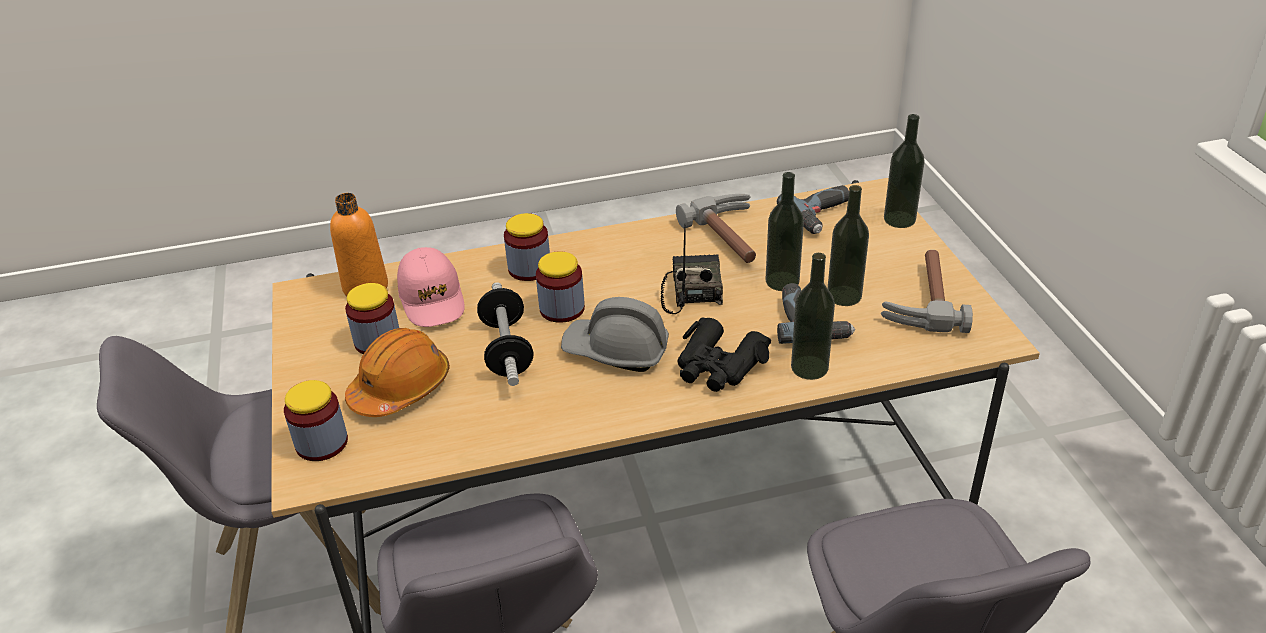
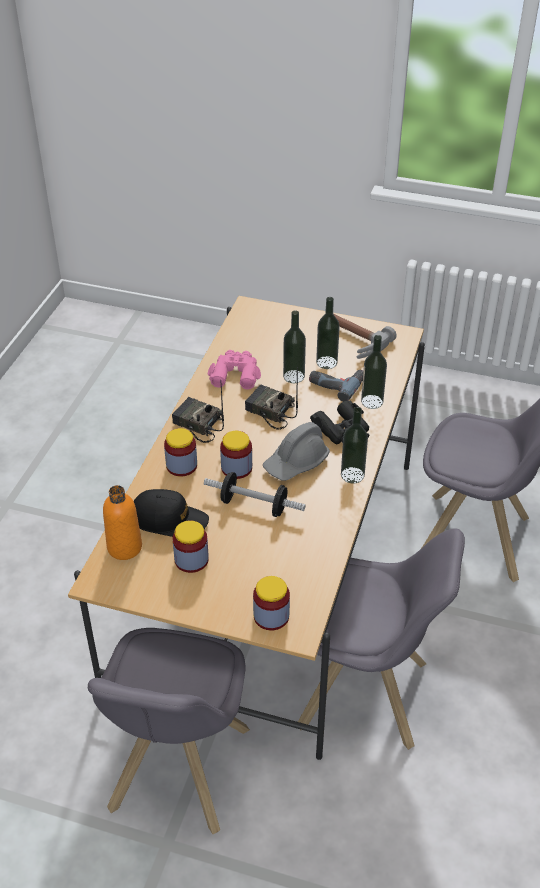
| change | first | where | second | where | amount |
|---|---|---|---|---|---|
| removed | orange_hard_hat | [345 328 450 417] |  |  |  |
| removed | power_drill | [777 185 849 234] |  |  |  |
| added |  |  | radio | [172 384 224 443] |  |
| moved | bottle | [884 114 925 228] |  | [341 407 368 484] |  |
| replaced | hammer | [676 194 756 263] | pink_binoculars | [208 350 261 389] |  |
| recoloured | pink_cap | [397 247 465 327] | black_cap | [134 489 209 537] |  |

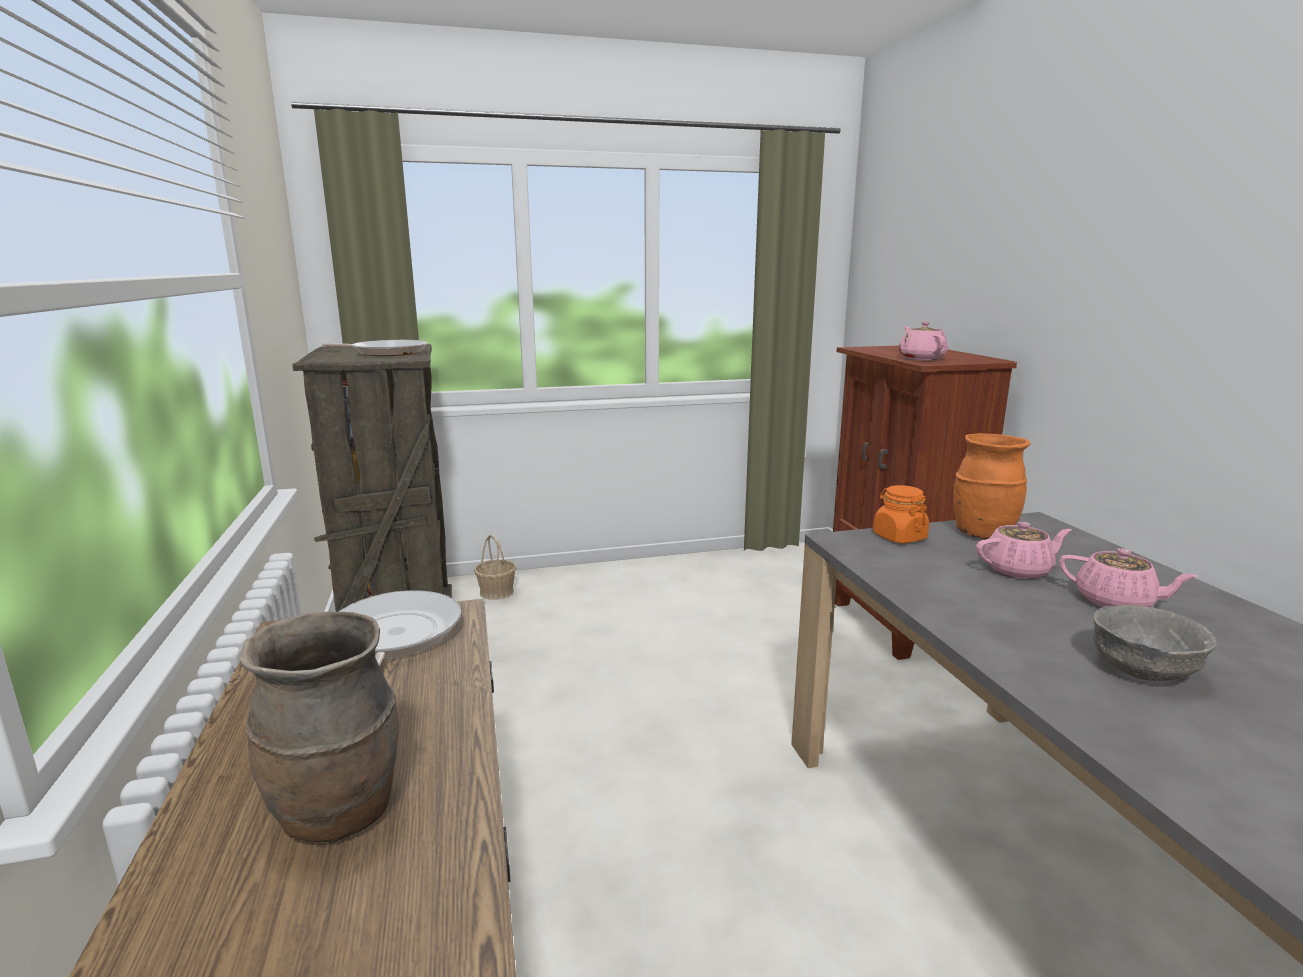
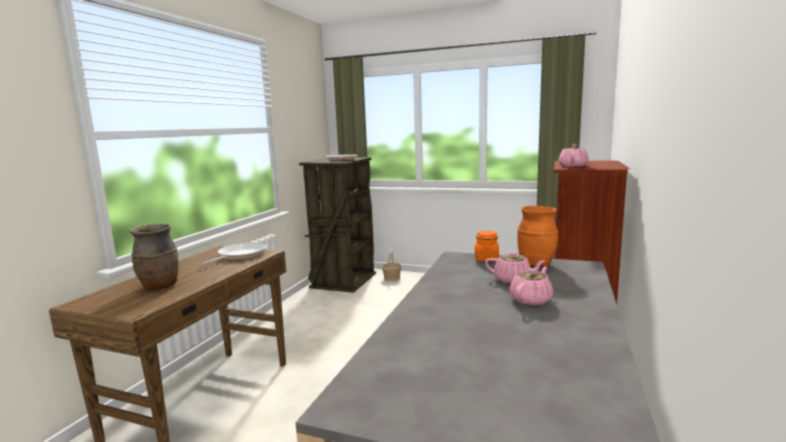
| change | first | where | second | where | amount |
|---|---|---|---|---|---|
| removed | grey_bowl | [1093 605 1217 681] |  |  |  |
| turned | pink_teapot | [1059 548 1198 607] |  | [509 266 553 305] | 120 degrees counterclockwise |

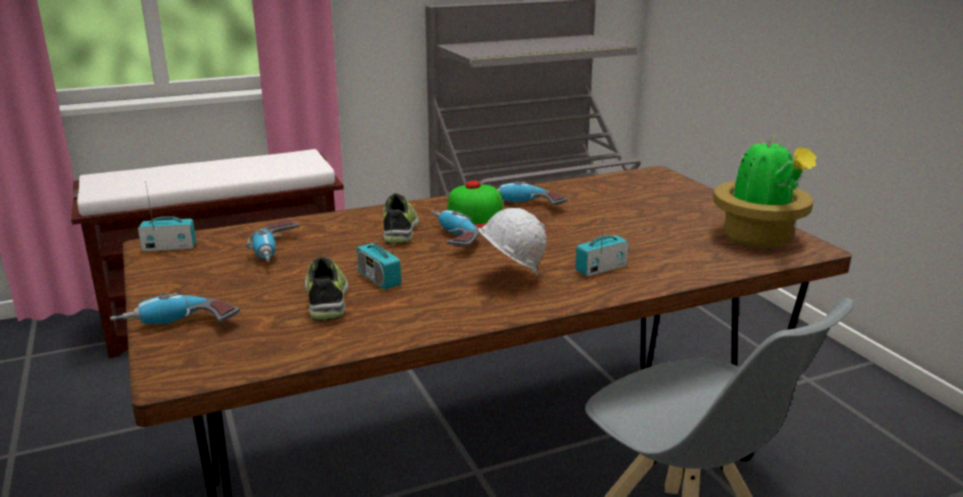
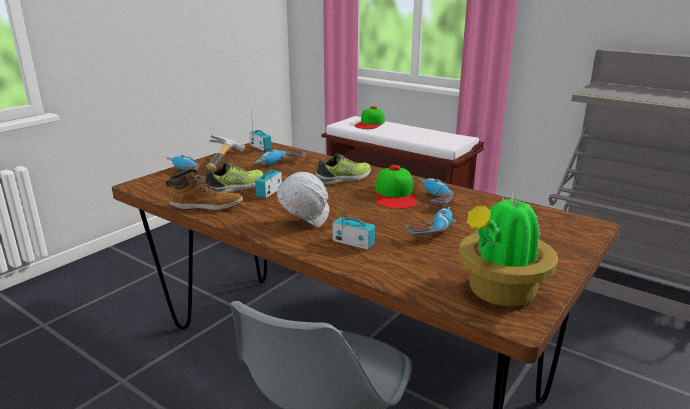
| change | first | where | second | where | amount |
|---|---|---|---|---|---|
| added |  |  | boot | [166 169 243 211] |  |
| added |  |  | hammer | [206 135 246 170] |  |
| added |  |  | cap | [355 106 385 129] |  |
| moved | power_drill | [431 210 479 247] |  | [405 207 456 235] |  |

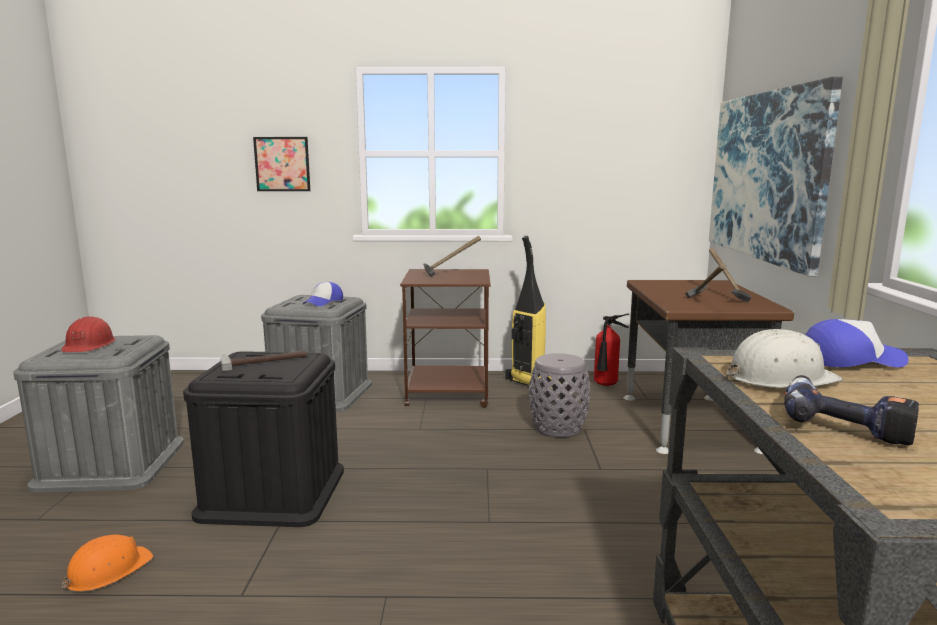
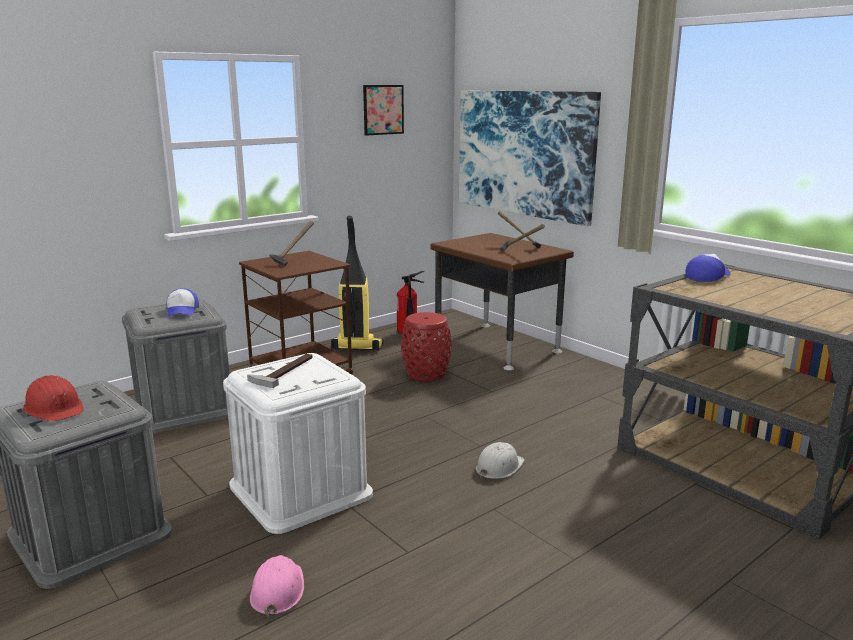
| change | first | where | second | where | amount |
|---|---|---|---|---|---|
| removed | power_drill | [784 375 919 445] |  |  |  |
| moved | picture | [253 137 310 191] |  | [363 85 404 136] |  |
| moved | white_hard_hat | [726 329 843 388] |  | [476 442 524 479] |  |
| recoloured | orange_hard_hat | [61 535 153 592] | pink_hard_hat | [250 555 304 618] |  |
| recoloured | black_storage_box | [183 351 344 527] | white_storage_box | [223 353 373 534] |  |
| recoloured | grey_stool | [529 353 591 438] | red_stool | [401 312 452 382] |  |

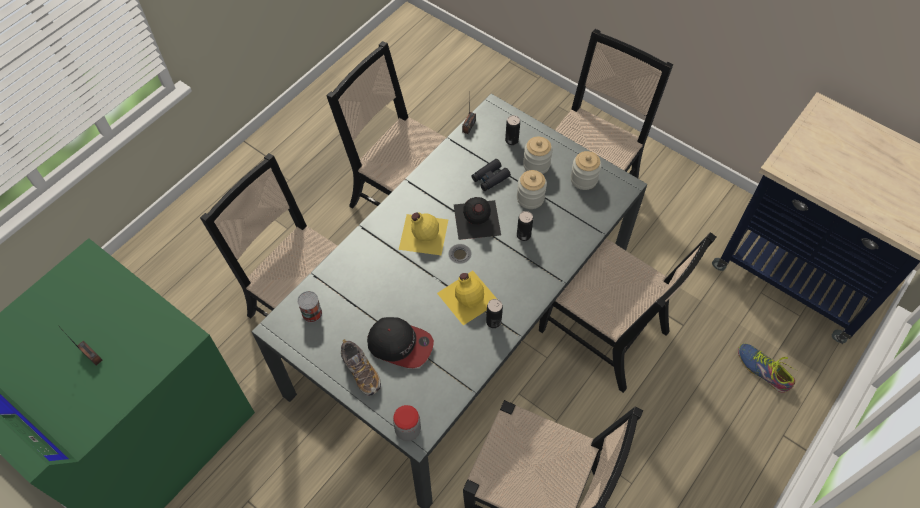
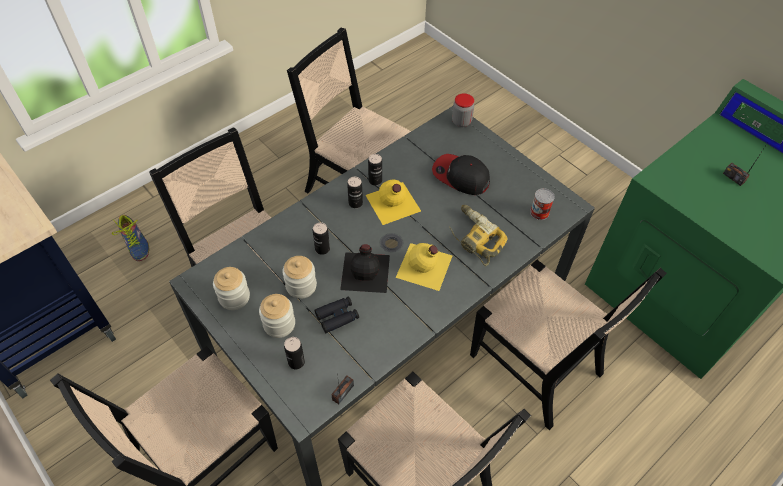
| change | first | where | second | where | amount |
|---|---|---|---|---|---|
| removed | shoe | [341 339 381 396] |  |  |  |
| added |  |  | can | [347 177 363 208] |  |
| added |  |  | power_drill | [449 205 508 266] |  |

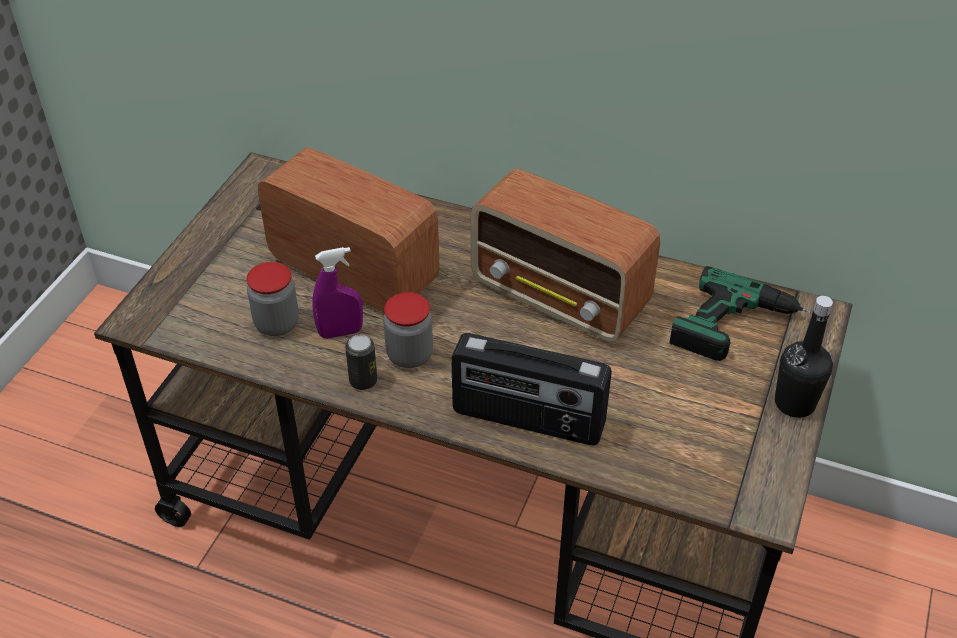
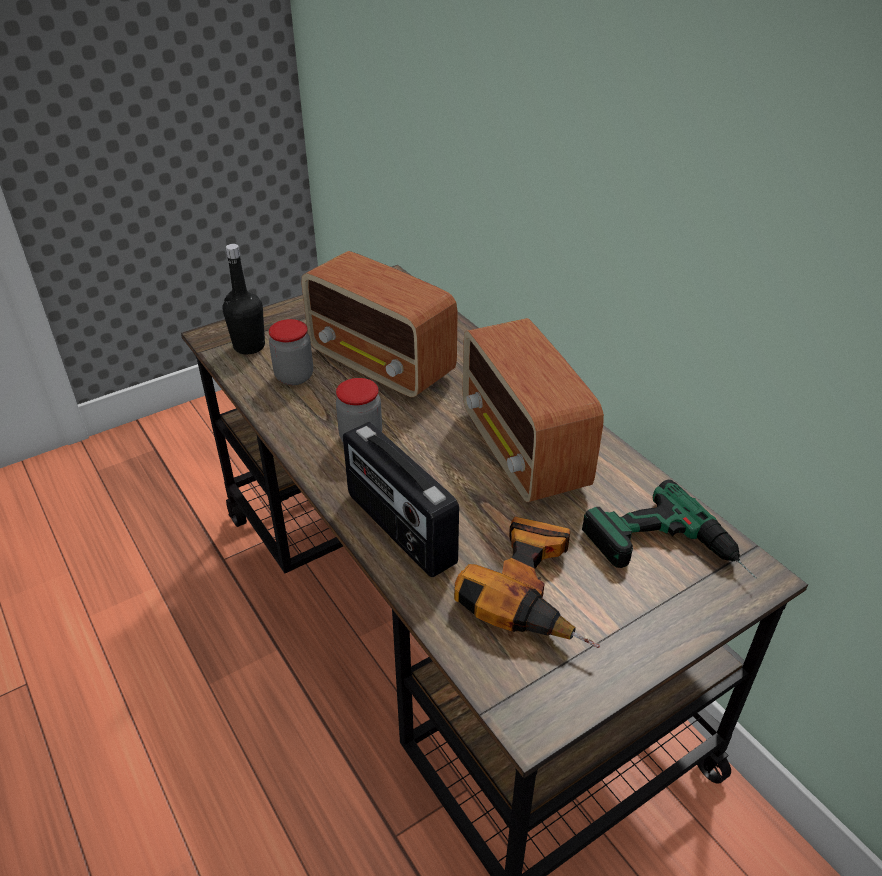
| change | first | where | second | where | amount |
|---|---|---|---|---|---|
| removed | purple_spray_bottle | [312 247 363 339] |  |  |  |
| removed | can | [345 334 377 390] |  |  |  |
| added |  |  | power_drill | [454 517 600 648] |  |
| moved | black_bottle | [775 296 833 418] |  | [222 244 265 354] |  |
| turned | radio | [258 147 440 313] |  | [302 251 458 399] | 150 degrees clockwise |

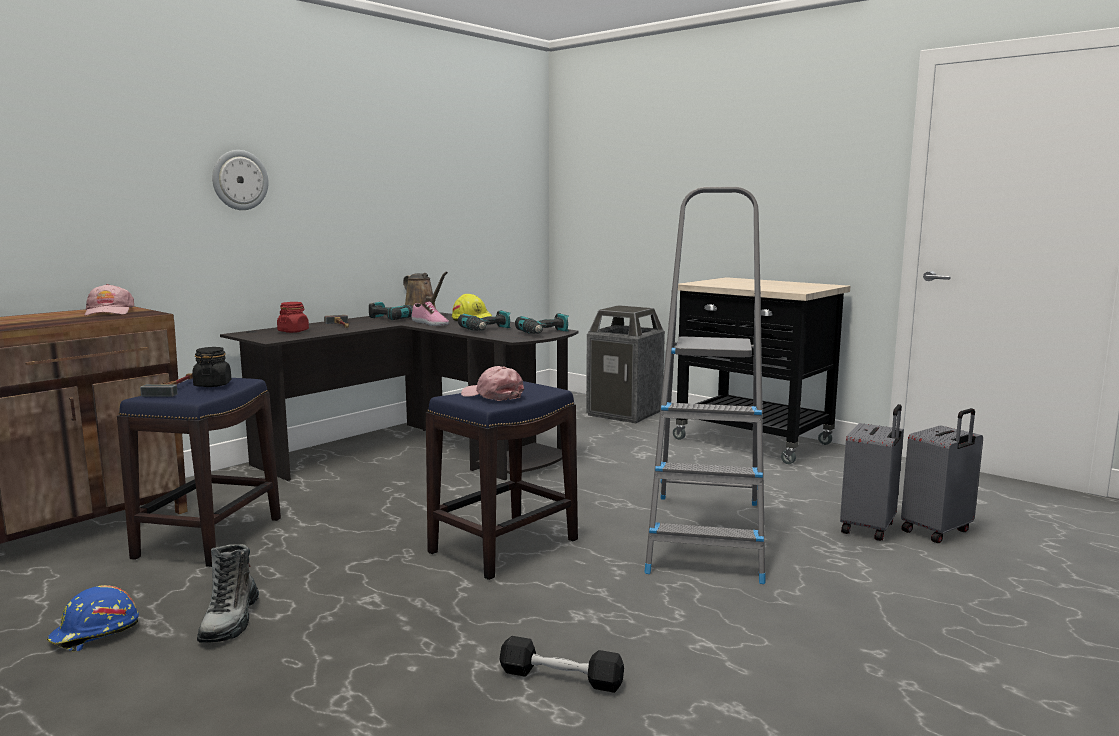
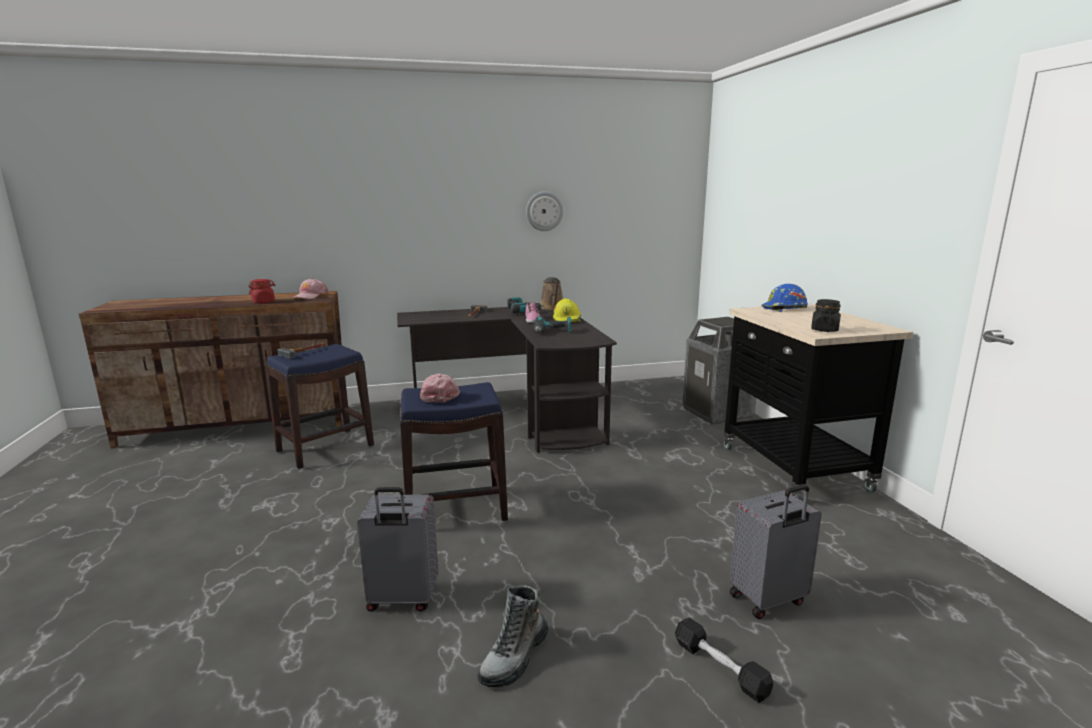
| change | first | where | second | where | amount |
|---|---|---|---|---|---|
| removed | power_drill | [515 313 569 334] |  |  |  |
| removed | grey_step_ladder | [645 187 765 584] |  |  |  |
| moved | blue_hard_hat | [47 585 139 652] |  | [761 284 808 312] |  |
| moved | black_jar | [192 347 231 387] |  | [811 299 841 332] |  |
| moved | boot | [197 544 259 643] |  | [477 585 548 687] |  |
| moved | wall_clock | [212 150 269 210] |  | [526 192 563 231] |  |
| moved | red_jar | [277 302 309 333] |  | [249 279 276 303] |  |
| moved | black_dumbbell | [499 636 624 693] |  | [675 618 773 703] |  |
| moved | grey_suitcase | [901 408 983 543] |  | [357 487 439 611] |  |

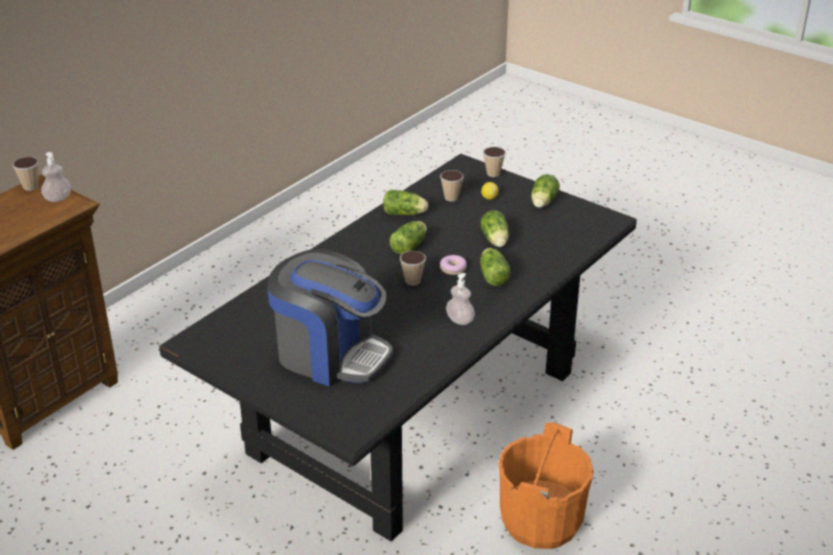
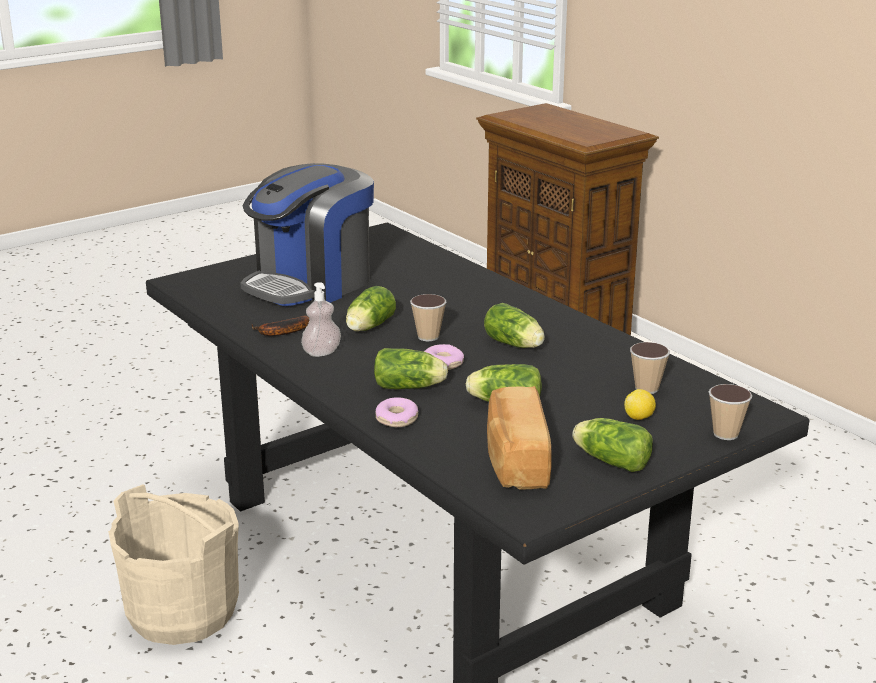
| change | first | where | second | where | amount |
|---|---|---|---|---|---|
| removed | cup | [12 157 39 191] |  |  |  |
| removed | soap_dispenser | [41 152 71 202] |  |  |  |
| added |  |  | banana | [252 315 309 336] |  |
| added |  |  | donut | [375 397 418 427] |  |
| added |  |  | bread | [487 386 552 490] |  |
| moved | lettuce | [383 190 428 215] |  | [346 286 396 331] |  |
| recoloured | orange_bucket | [498 423 594 549] | beige_bucket | [108 484 239 645] |  |

